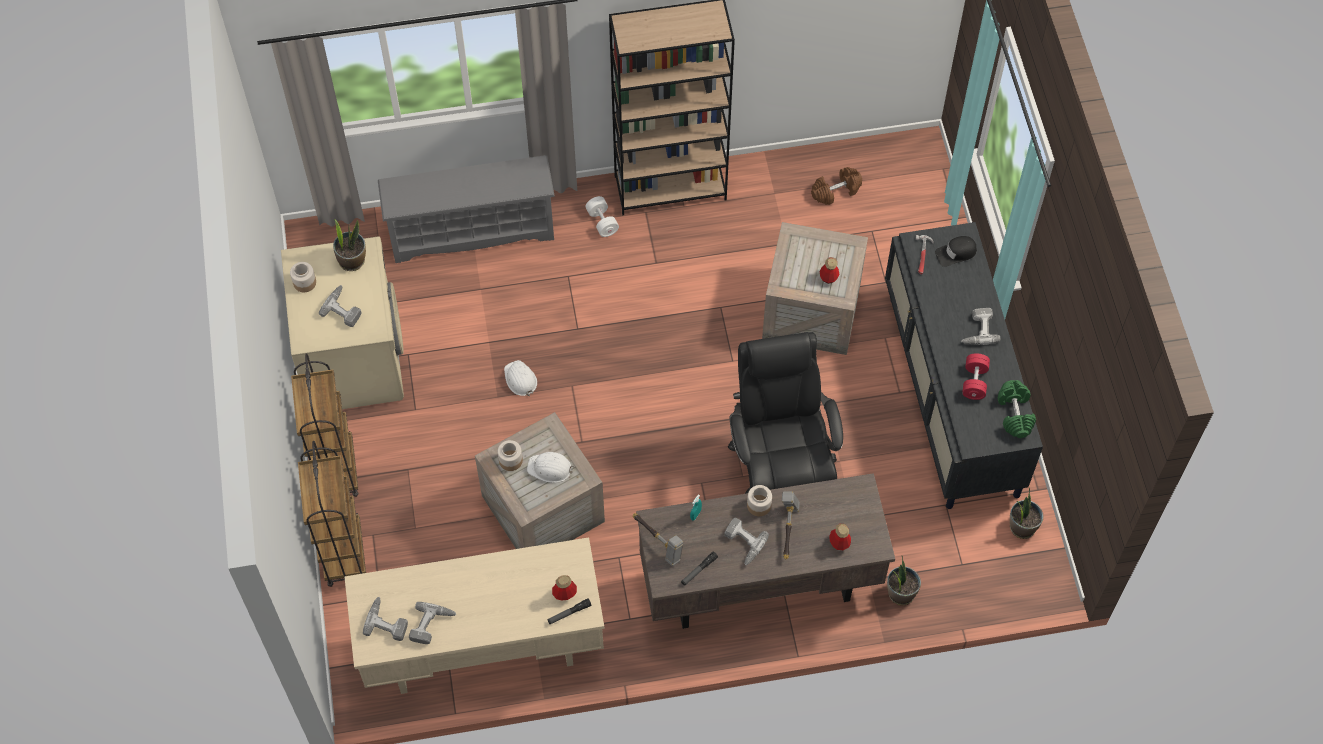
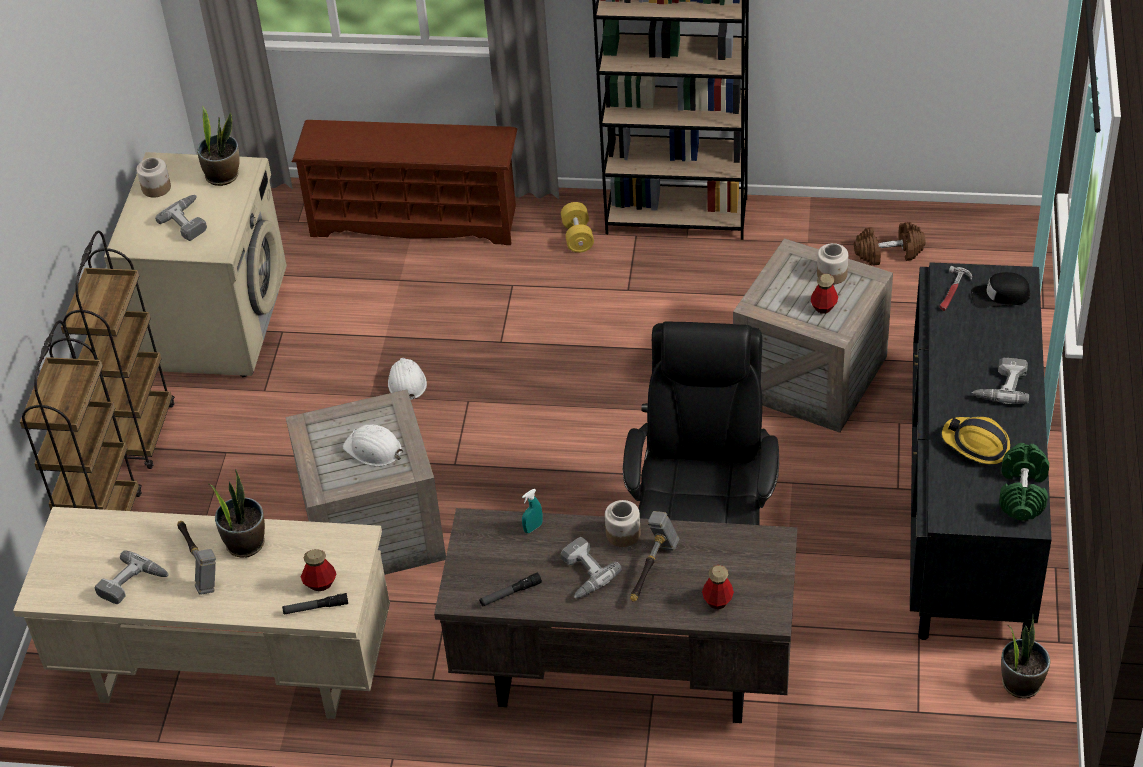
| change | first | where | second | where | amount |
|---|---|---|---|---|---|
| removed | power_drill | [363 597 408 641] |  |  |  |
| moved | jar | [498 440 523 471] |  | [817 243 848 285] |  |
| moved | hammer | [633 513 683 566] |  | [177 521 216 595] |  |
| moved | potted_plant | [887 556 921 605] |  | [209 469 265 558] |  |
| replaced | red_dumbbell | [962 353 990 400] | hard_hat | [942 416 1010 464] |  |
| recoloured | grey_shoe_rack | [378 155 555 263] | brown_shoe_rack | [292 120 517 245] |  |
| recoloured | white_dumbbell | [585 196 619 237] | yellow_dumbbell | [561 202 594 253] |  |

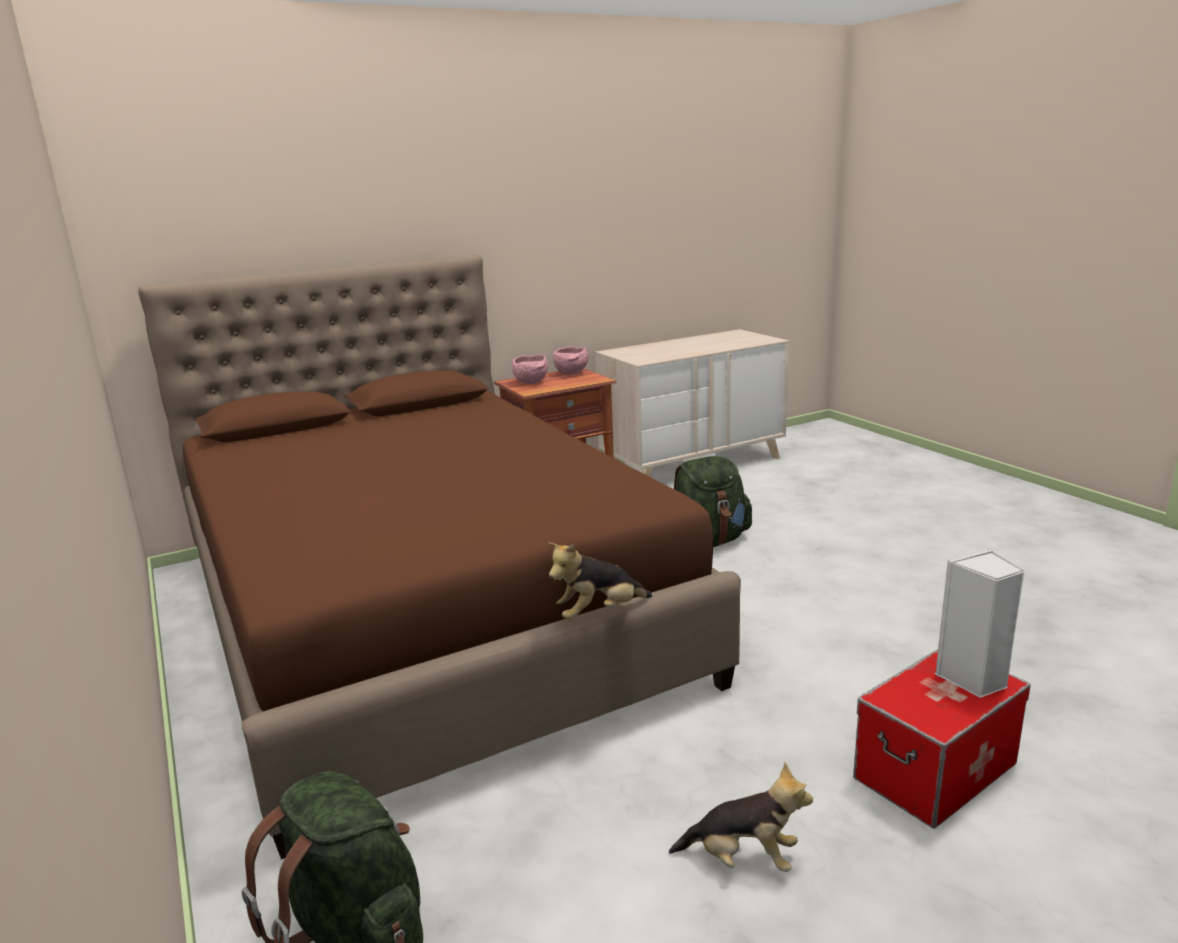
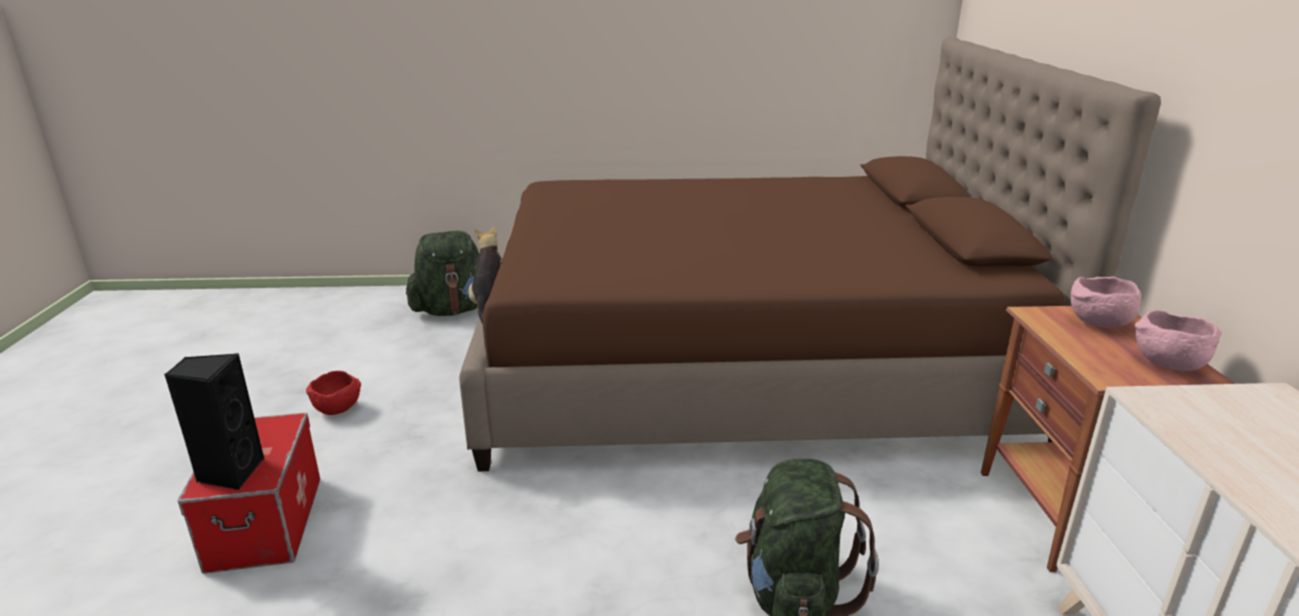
| change | first | where | second | where | amount |
|---|---|---|---|---|---|
| replaced | plush_toy | [669 763 813 872] | red_bowl | [306 371 361 415] |  |
| recoloured | white_speaker | [935 550 1024 698] | black_speaker | [164 353 265 490] |  |

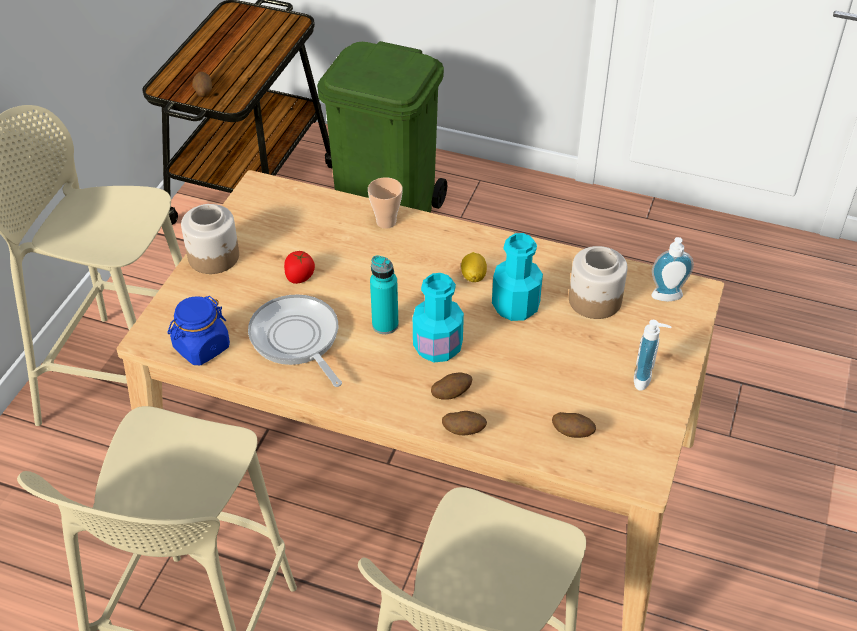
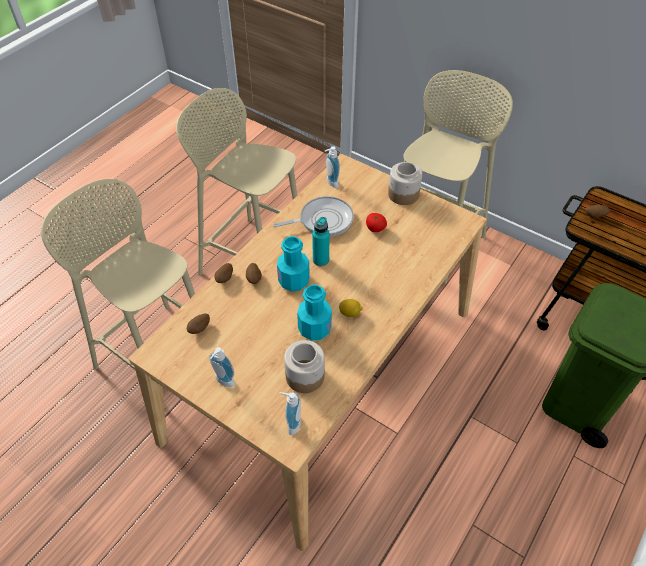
| change | first | where | second | where | amount |
|---|---|---|---|---|---|
| removed | cup | [368 177 403 229] |  |  |  |
| replaced | blue_jar | [167 296 230 365] | soap_dispenser | [325 146 340 188] |  |

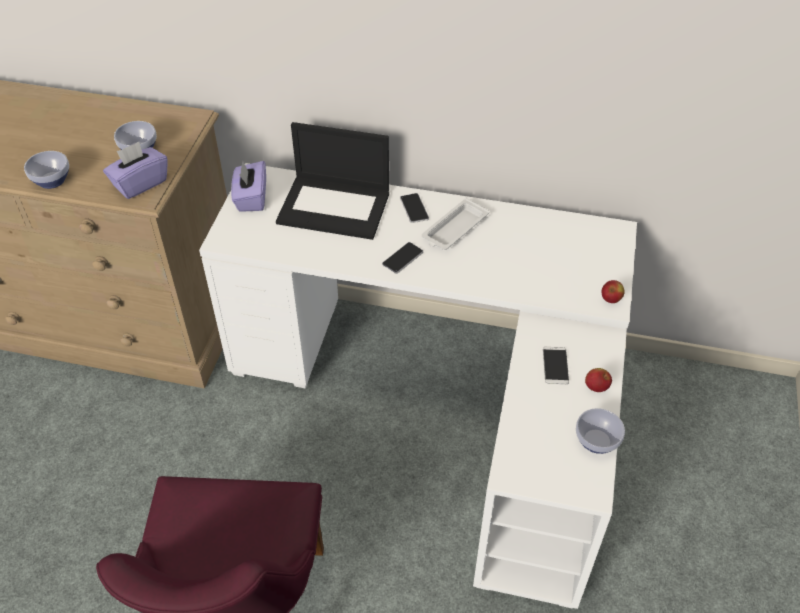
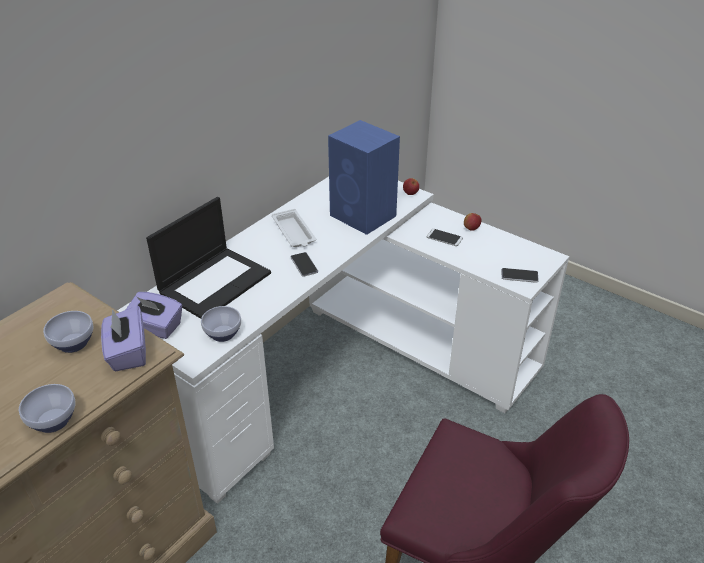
| change | first | where | second | where | amount |
|---|---|---|---|---|---|
| added |  |  | blue_speaker | [328 120 400 235] |  |
| moved | phone | [400 193 429 223] |  | [502 268 539 283] |  |
| moved | bowl | [576 408 625 454] |  | [201 306 241 342] |  |

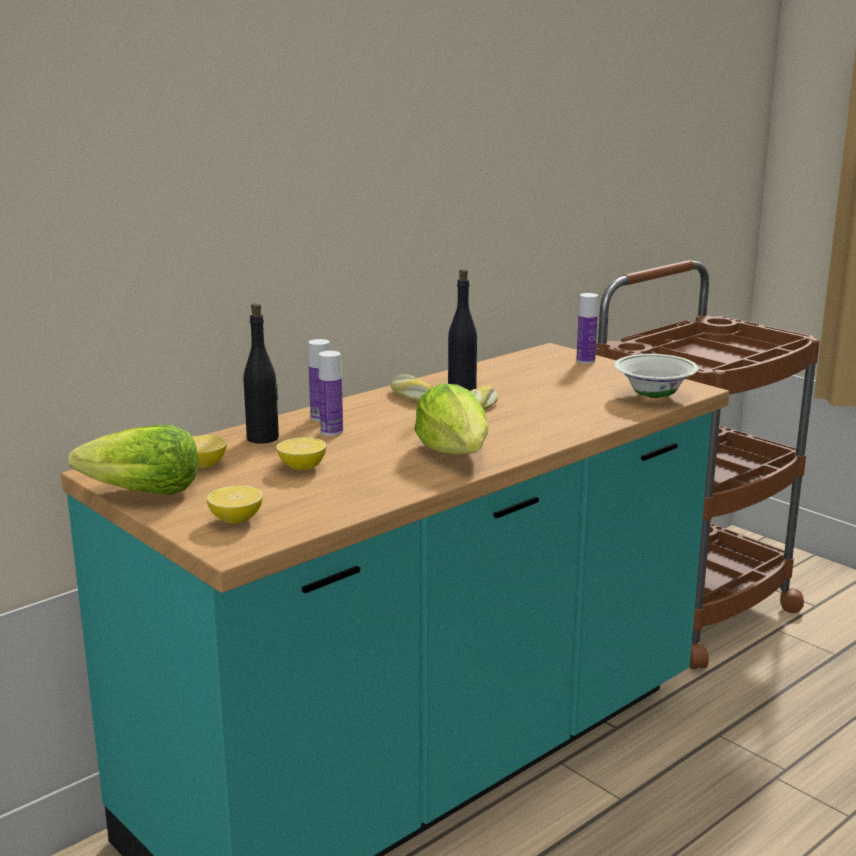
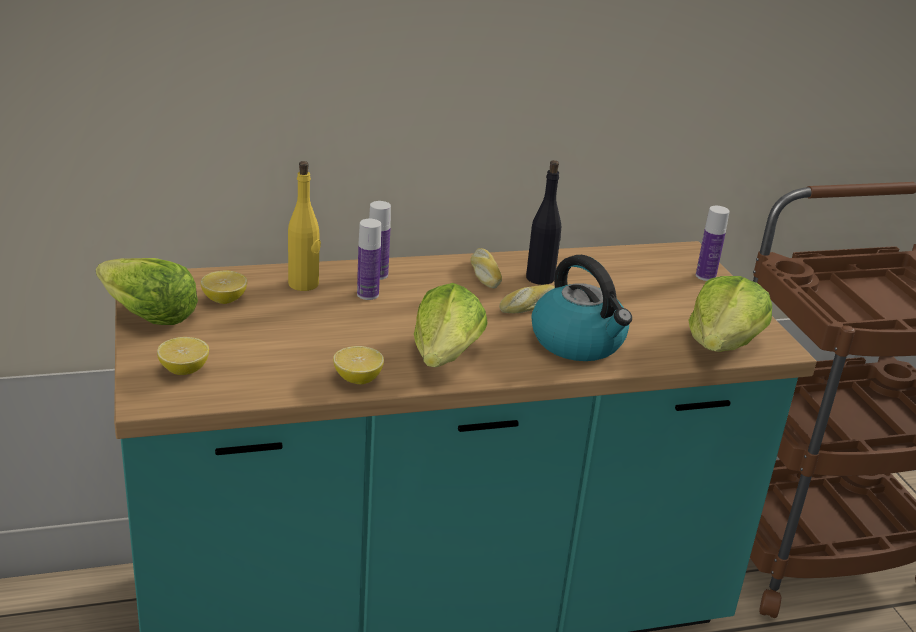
| change | first | where | second | where | amount |
|---|---|---|---|---|---|
| added |  |  | kettle | [532 255 632 361] |  |
| moved | lemon | [276 437 326 470] |  | [333 346 384 384] |  |
| replaced | white_bowl | [614 354 699 398] | lettuce | [689 276 772 352] |  |
| recoloured | black_bottle | [244 303 279 444] | yellow_bottle | [288 161 321 291] |  |

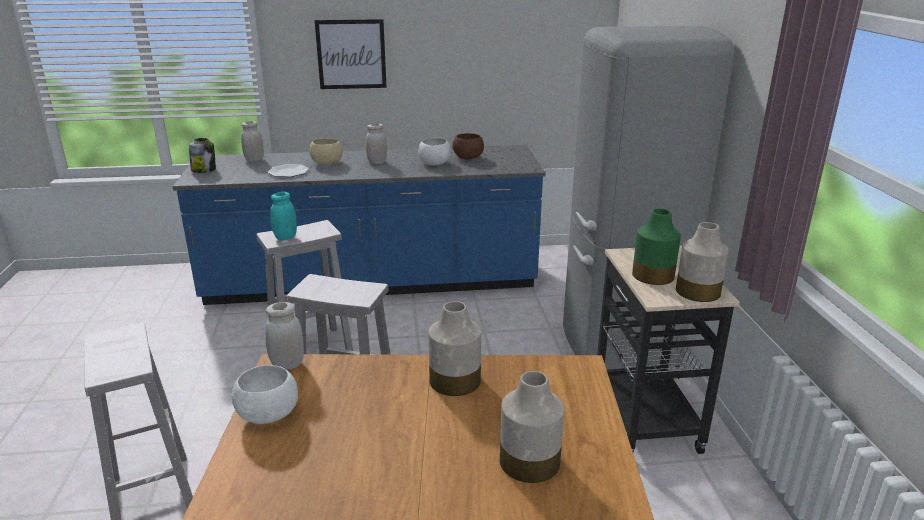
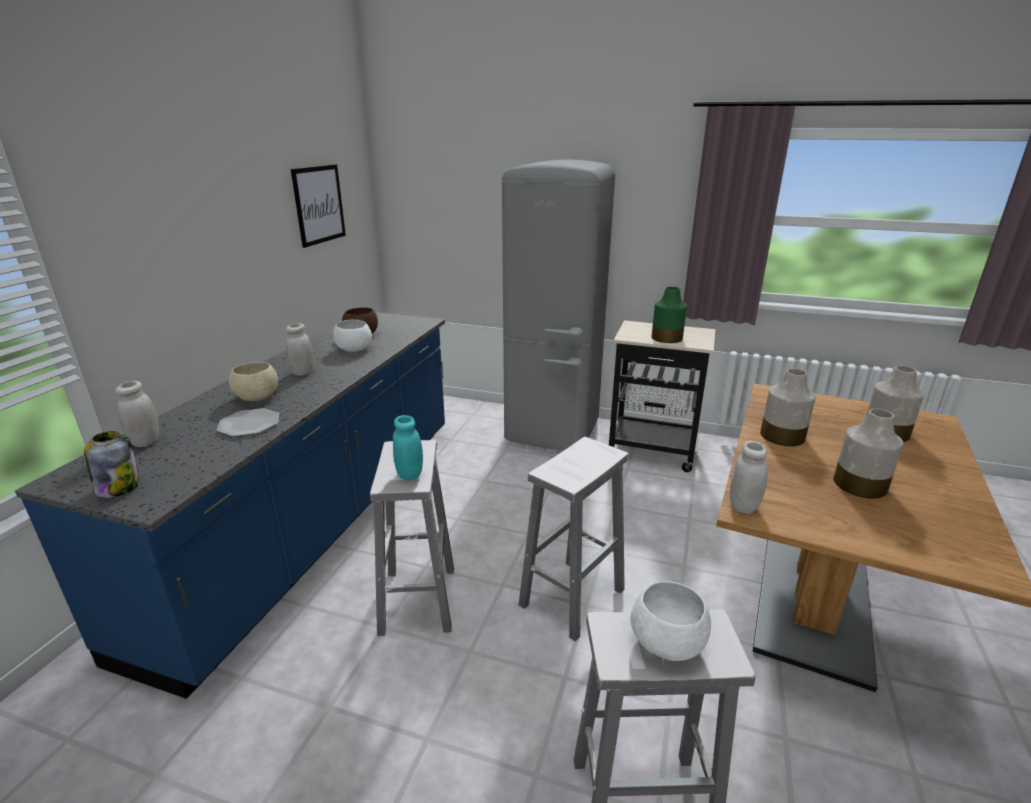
| change | first | where | second | where | amount |
|---|---|---|---|---|---|
| moved | white_bowl | [232 365 298 424] |  | [630 581 711 661] |  |
| moved | picture | [315 19 387 89] |  | [291 164 346 248] |  |
| moved | beige_vase | [676 222 729 302] |  | [833 408 904 498] |  |

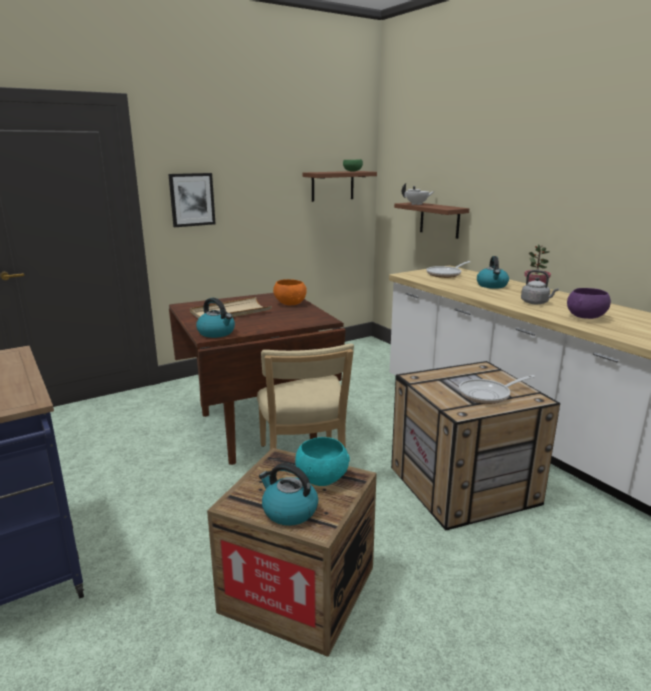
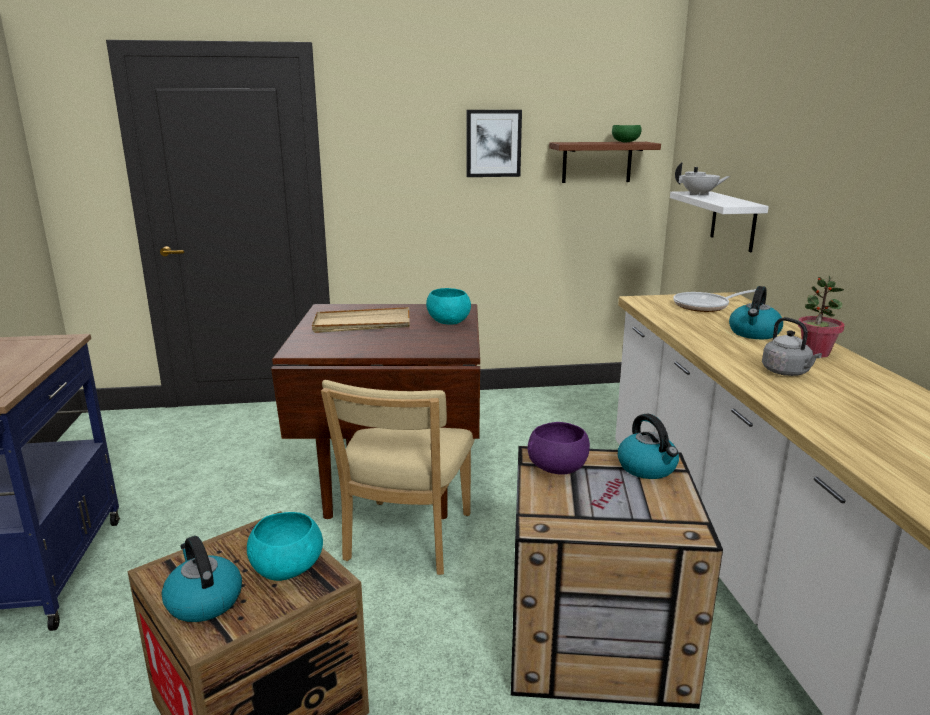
| change | first | where | second | where | amount |
|---|---|---|---|---|---|
| removed | frying_pan | [459 375 535 404] |  |  |  |
| moved | picture | [168 173 216 227] |  | [466 110 522 177] |  |
| moved | kettle | [196 298 235 338] |  | [618 414 679 479] |  |
| moved | purple_bowl | [567 288 611 319] |  | [528 422 590 475] |  |
| recoloured | orange_bowl | [273 279 306 305] | turquoise_bowl | [426 288 471 325] |  |
| recoloured | brown_shelf | [394 202 469 239] | white_shelf | [670 191 769 252] |  |

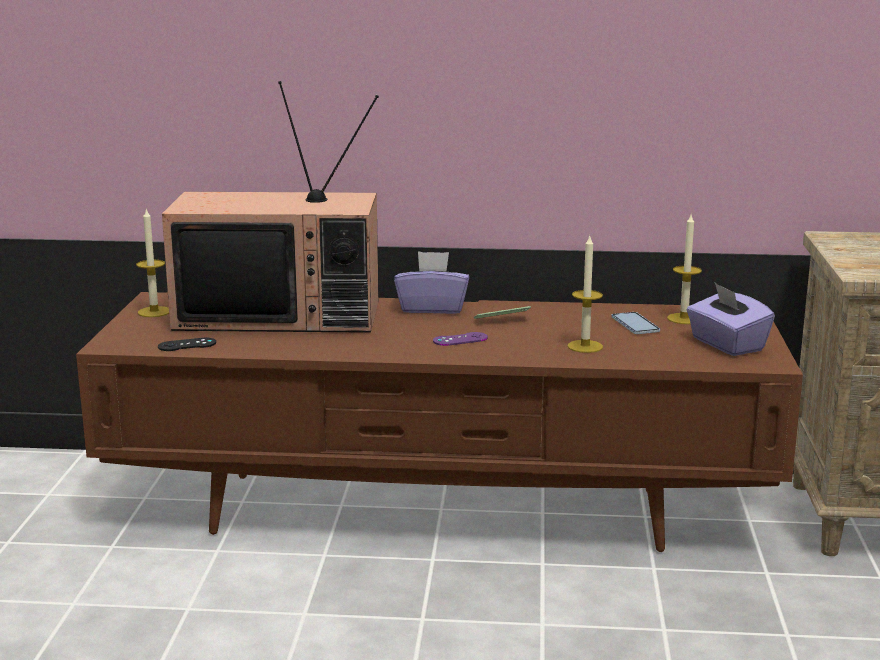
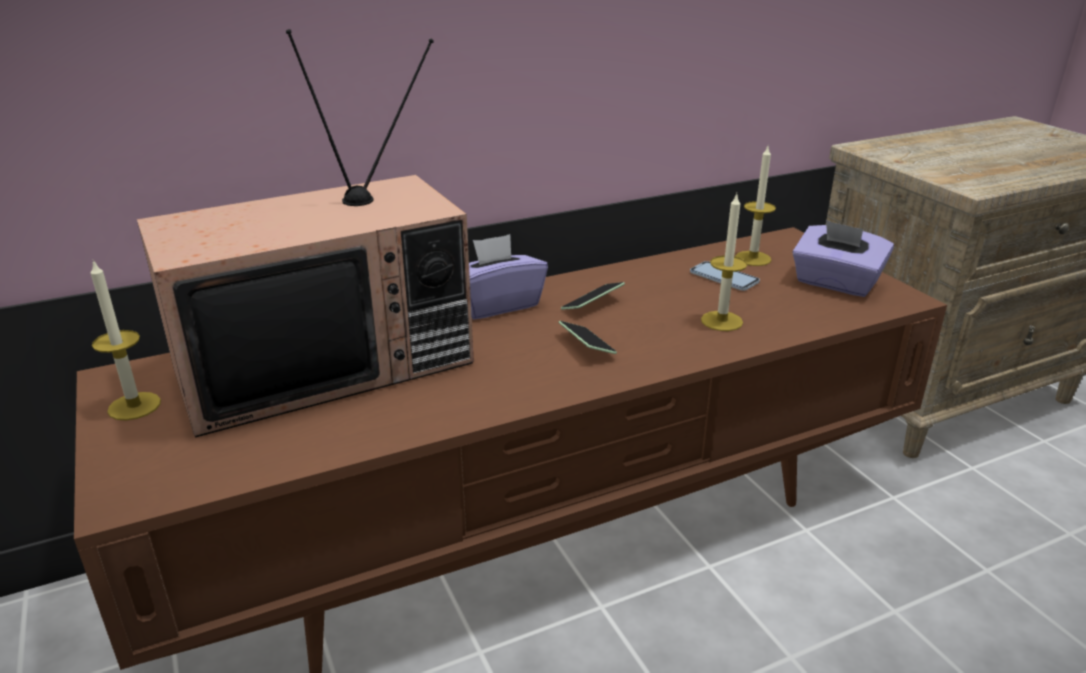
| change | first | where | second | where | amount |
|---|---|---|---|---|---|
| removed | black_game_controller | [158 337 216 351] |  |  |  |
| replaced | purple_game_controller | [433 332 488 346] | phone | [559 321 617 354] |  |

